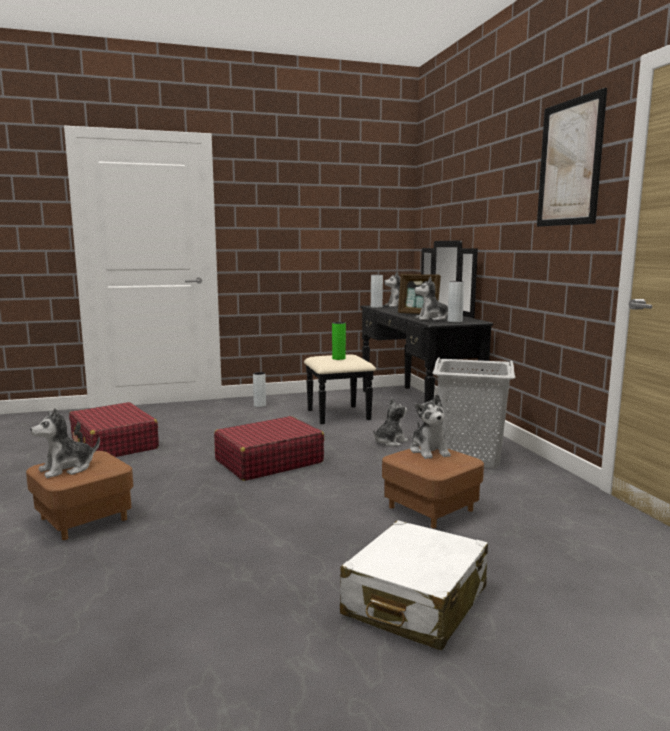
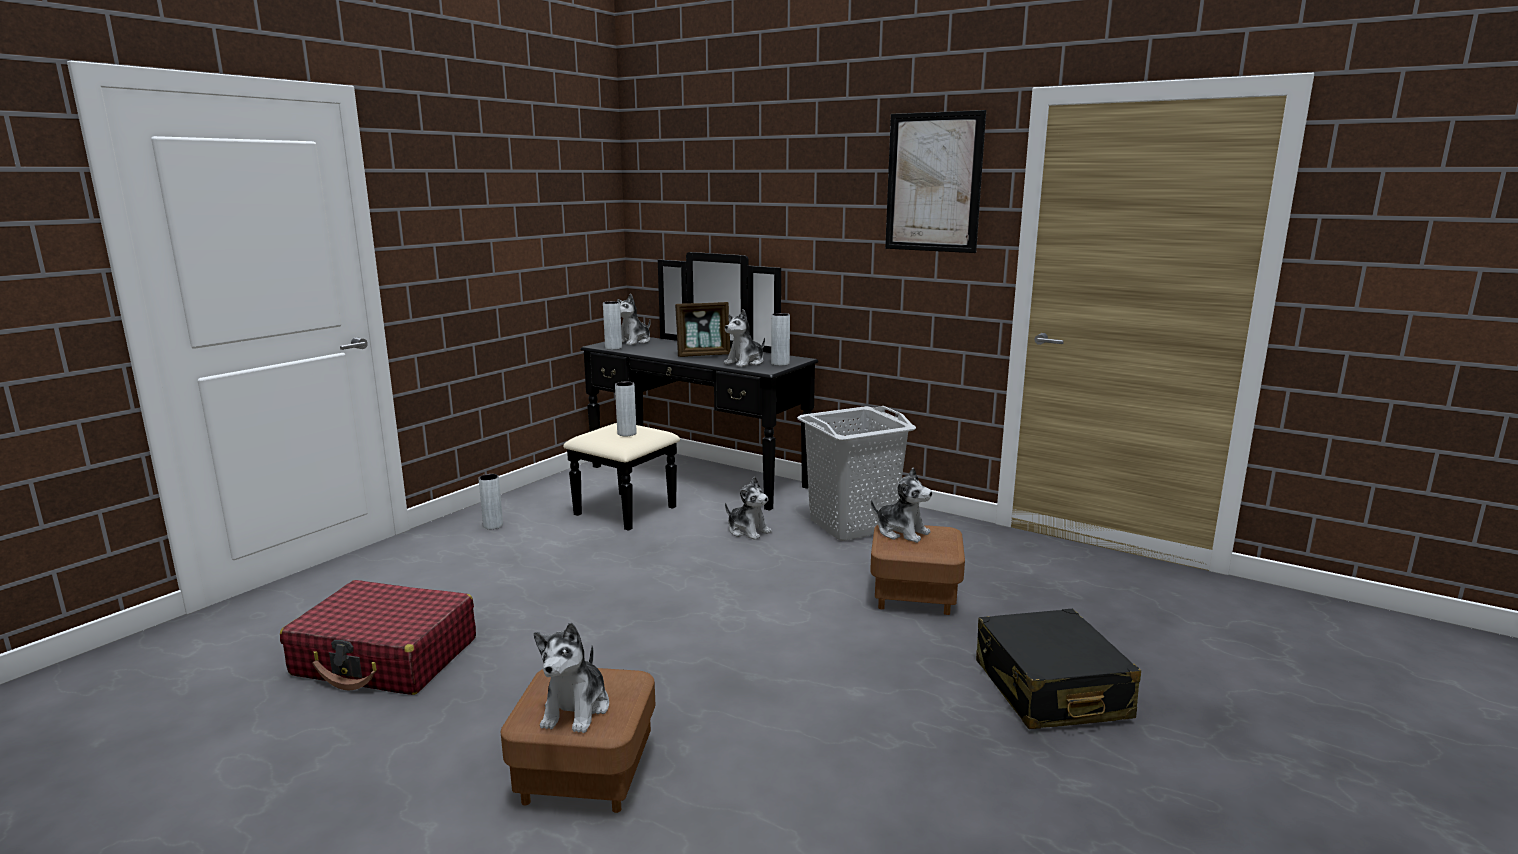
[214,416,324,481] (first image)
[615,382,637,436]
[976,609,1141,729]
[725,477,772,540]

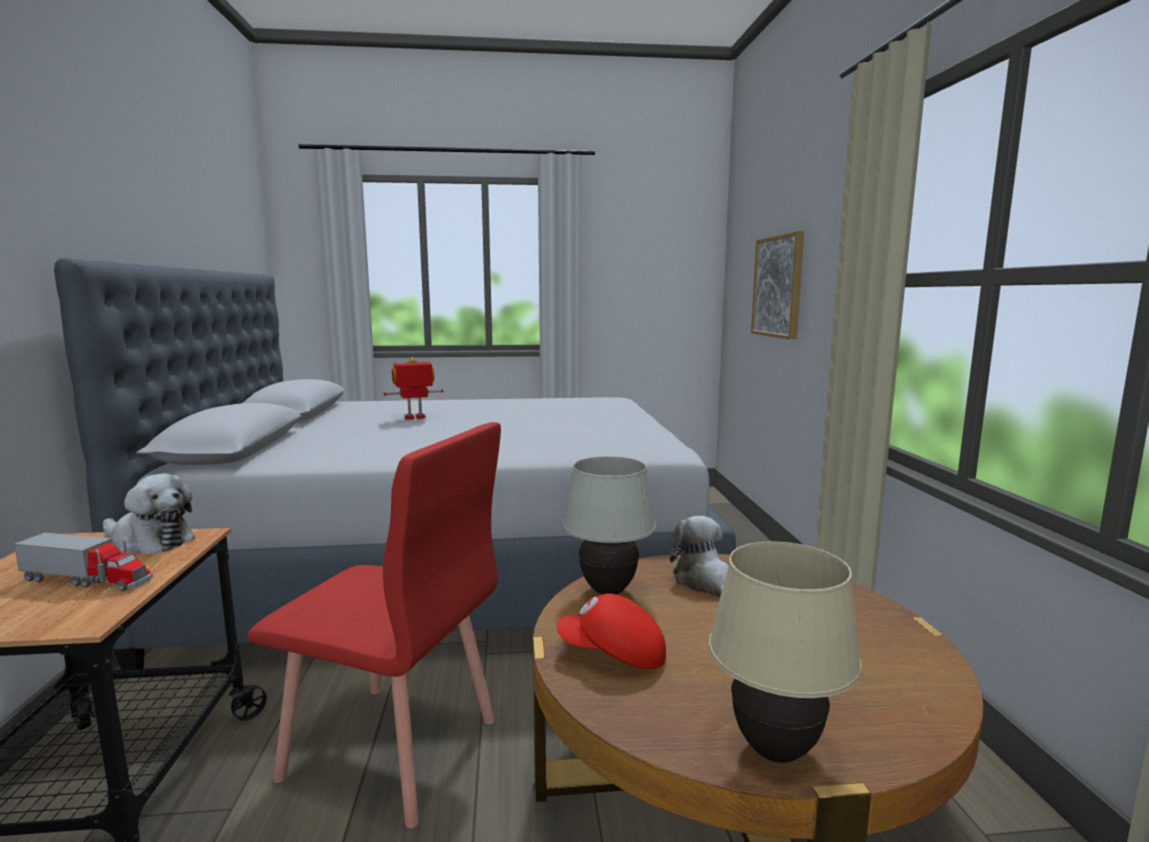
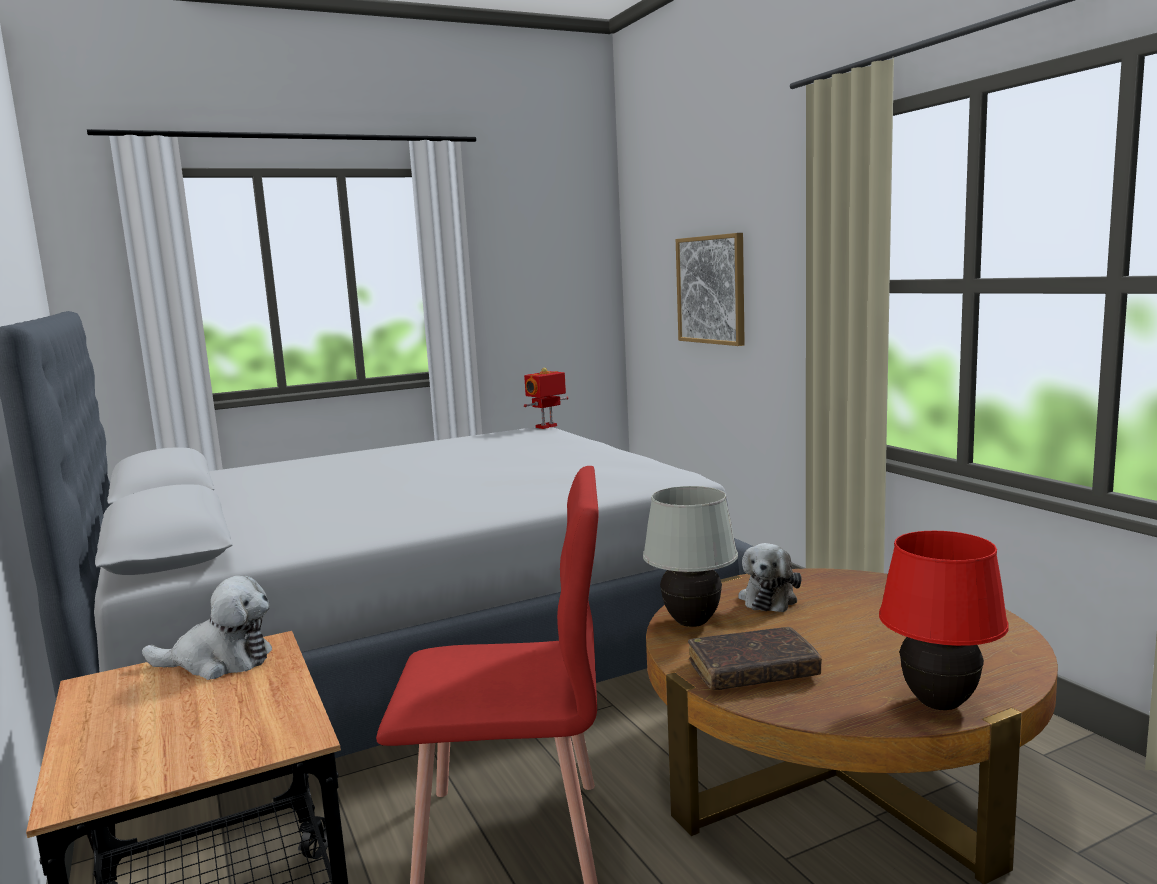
[14,533,153,591] (first image)
[524,367,568,429]
[688,627,822,690]
[879,531,1009,710]
[738,543,802,612]

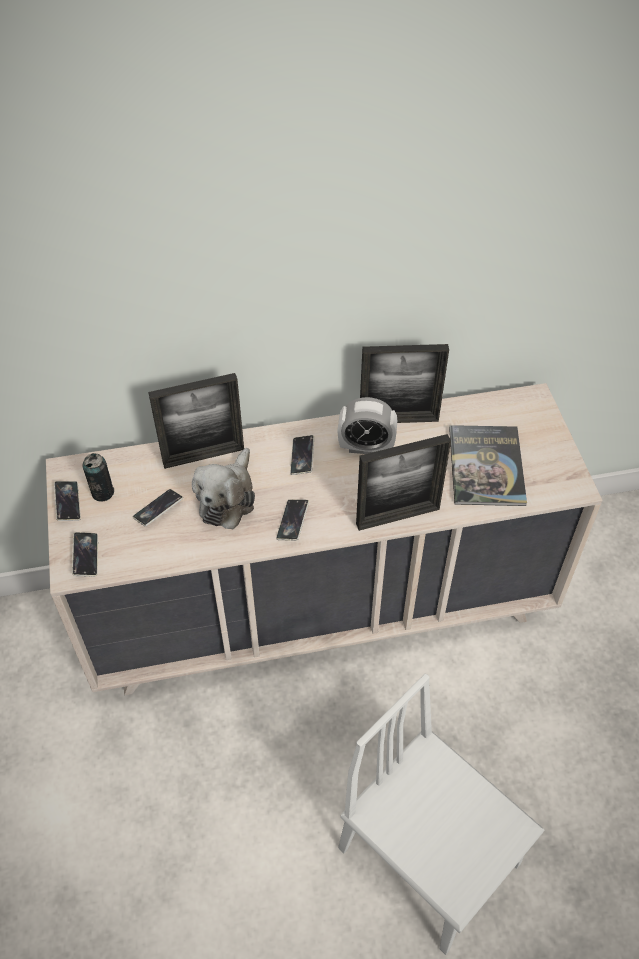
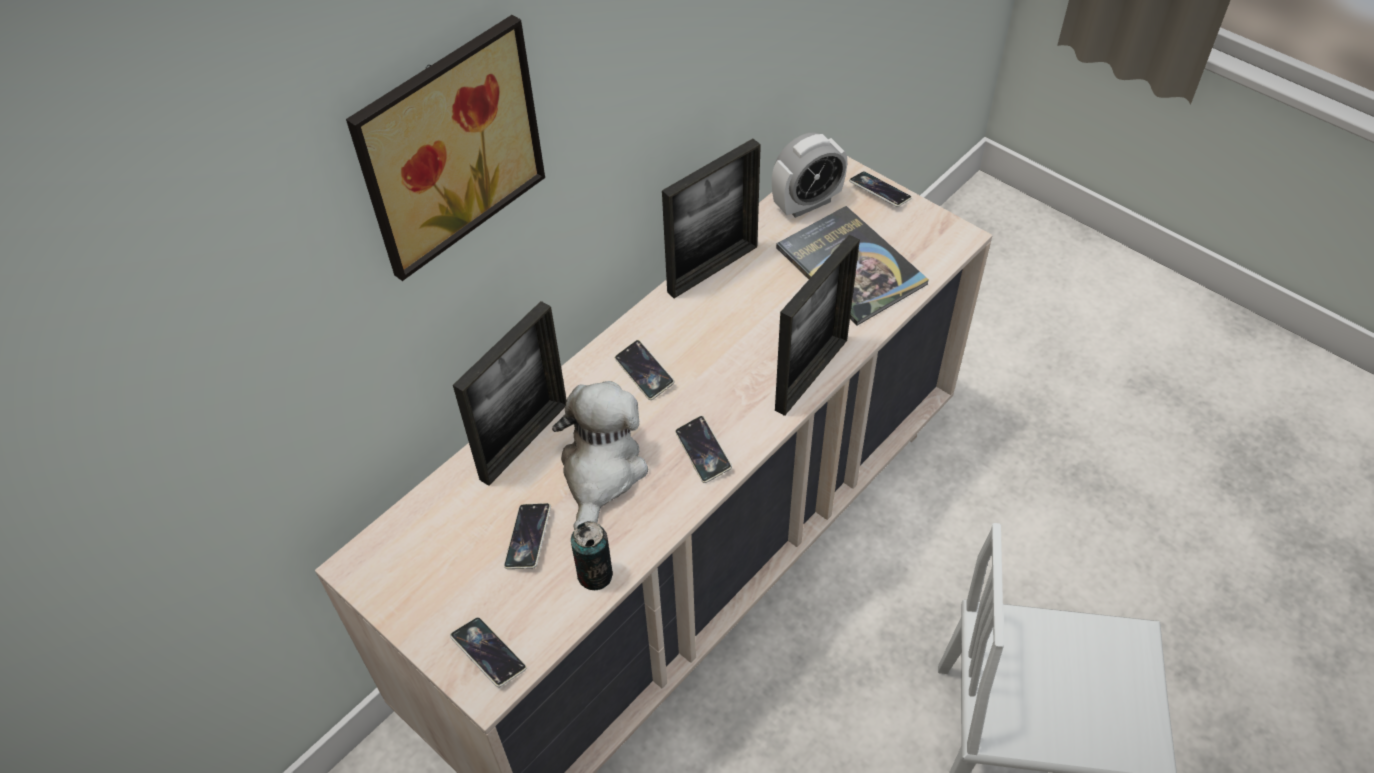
[346,15,545,281]
[849,171,912,207]
[571,521,613,590]
[772,133,847,218]
[552,381,648,530]

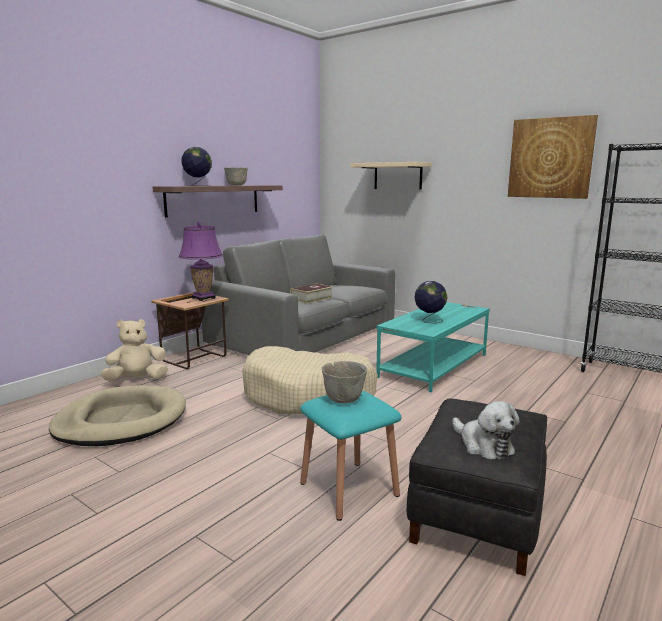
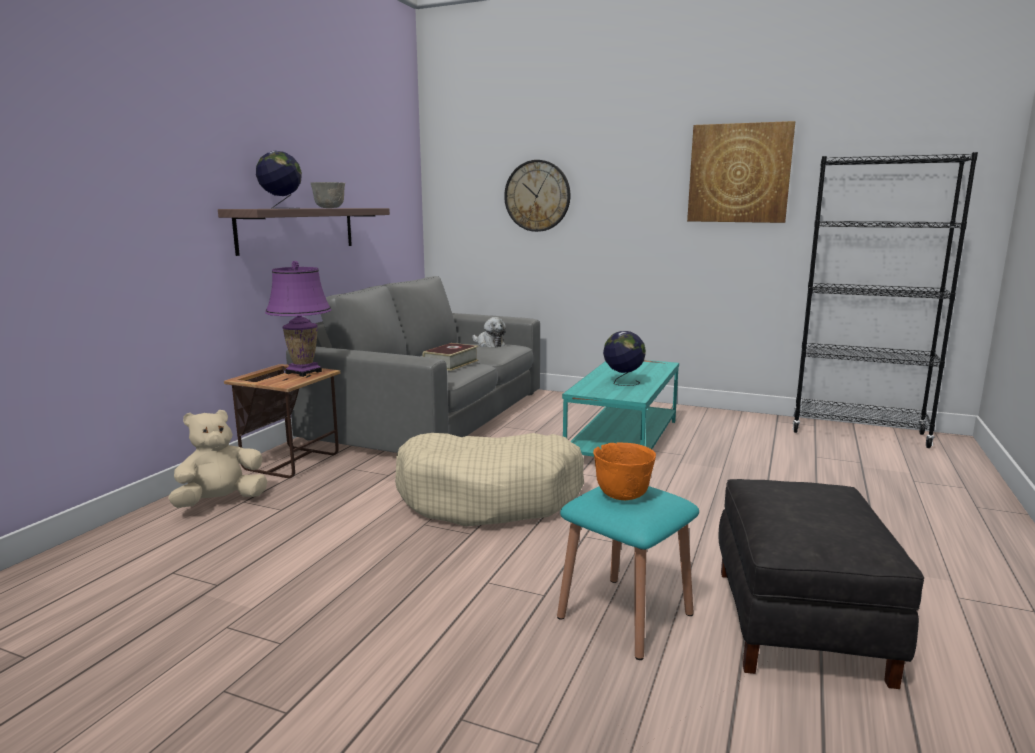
[49,385,186,446] (first image)
[472,317,506,347]
[504,160,570,232]
[593,442,656,500]

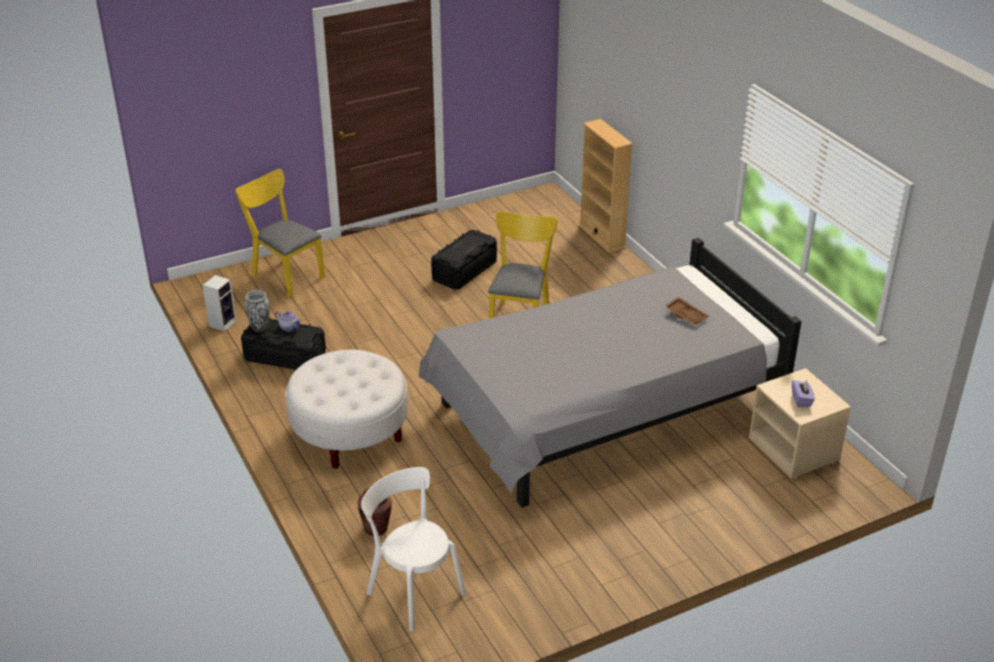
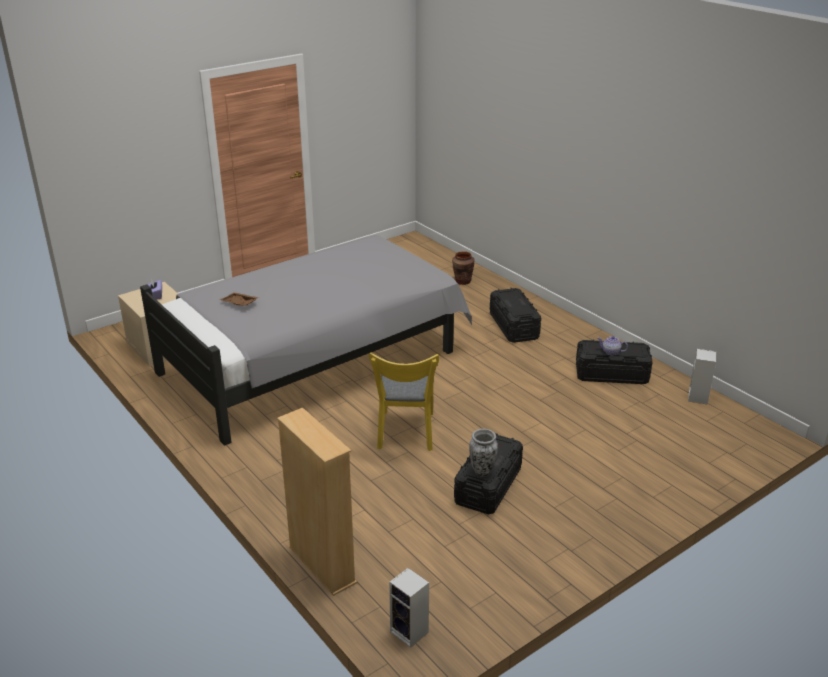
[236,169,326,297] (first image)
[361,467,466,631] (first image)
[389,568,429,648]
[469,429,498,477]
[490,288,541,343]

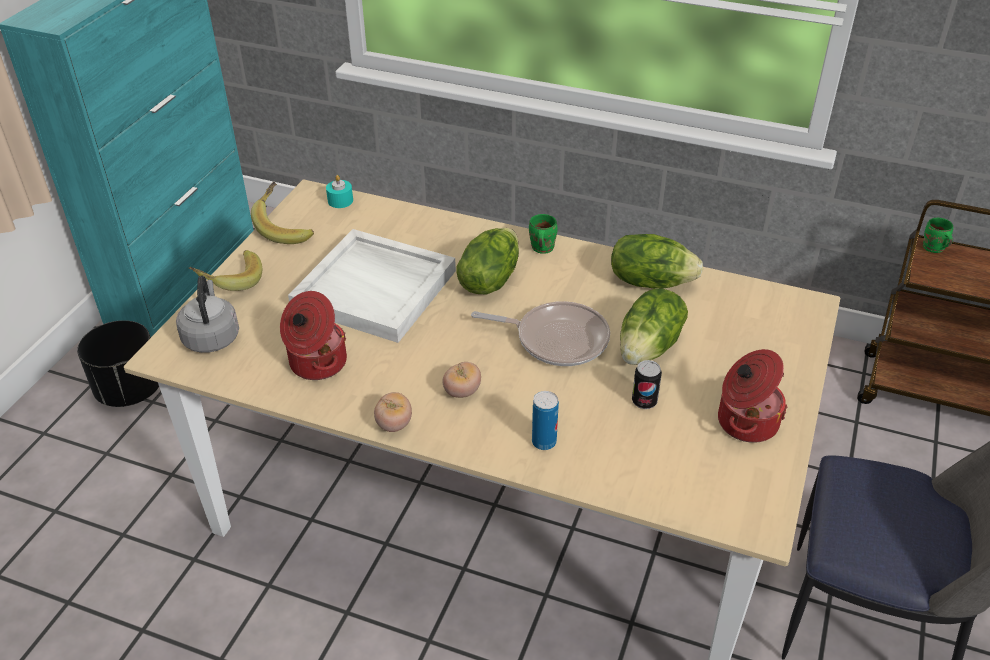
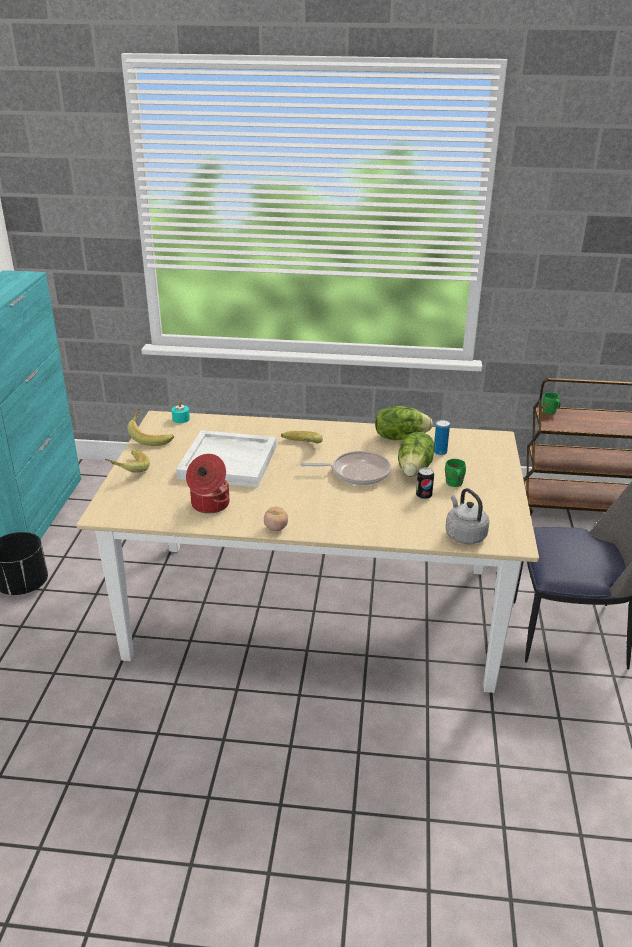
[442,362,481,398] (first image)
[718,349,788,443] (first image)
[445,488,490,544]
[445,459,466,487]
[434,420,450,455]
[281,431,323,443]

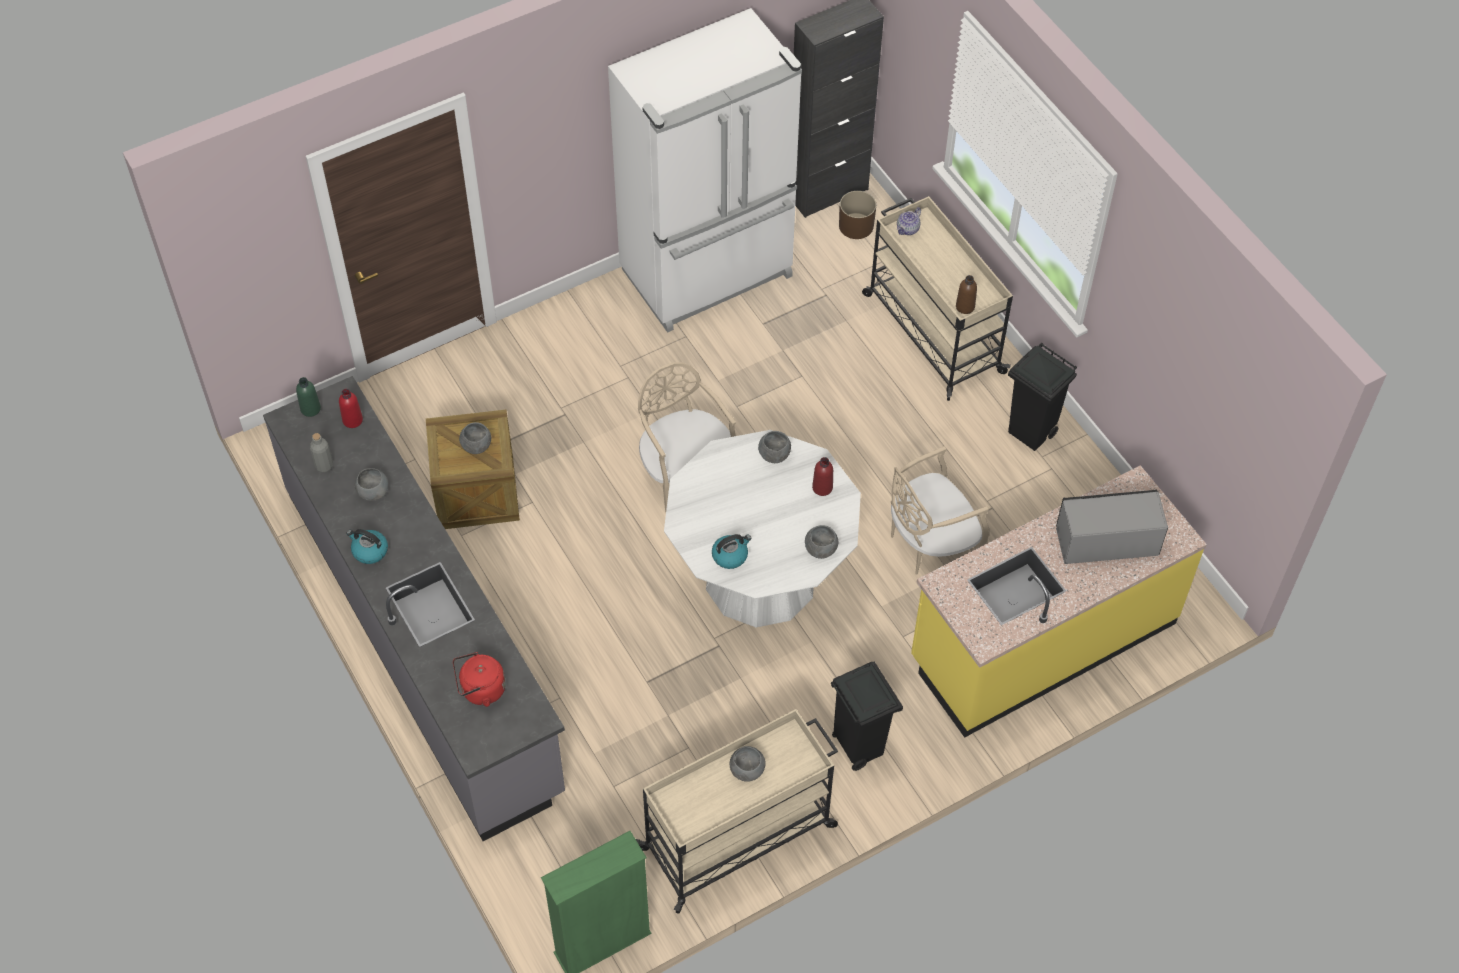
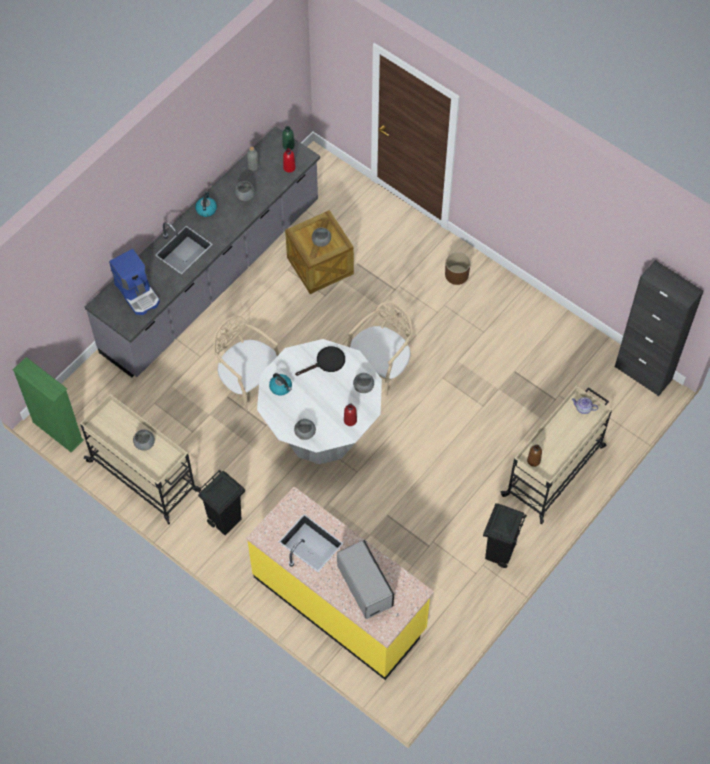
[608,8,802,333] (first image)
[295,346,345,376]
[445,252,471,285]
[214,316,280,411]
[109,249,160,315]

